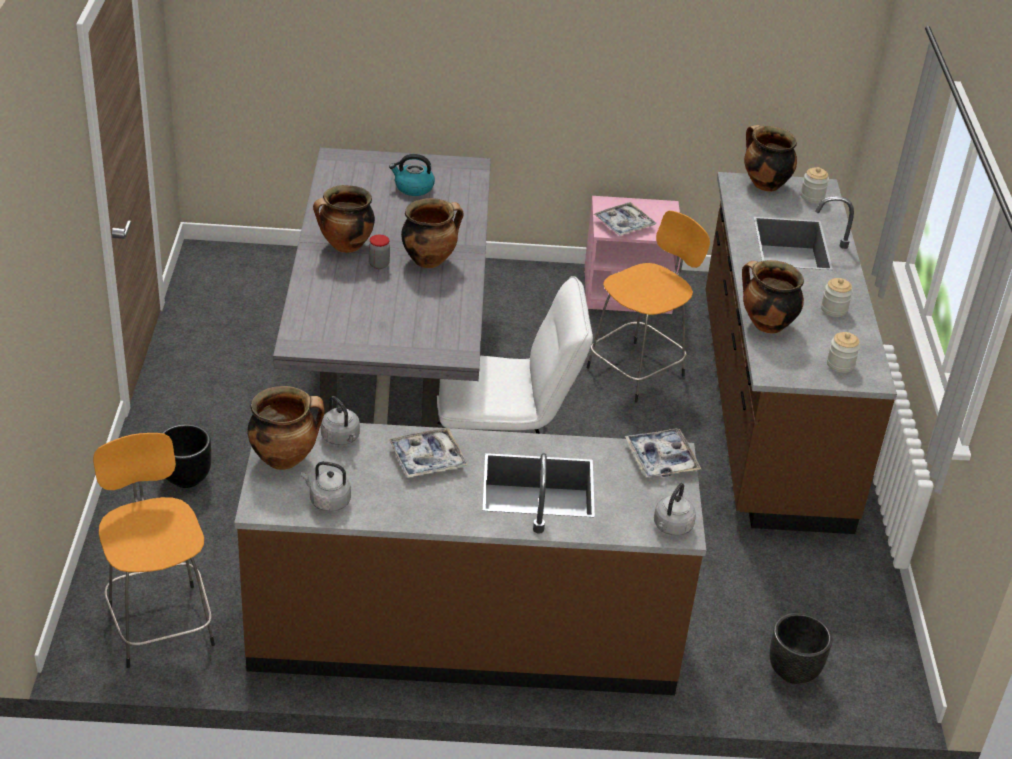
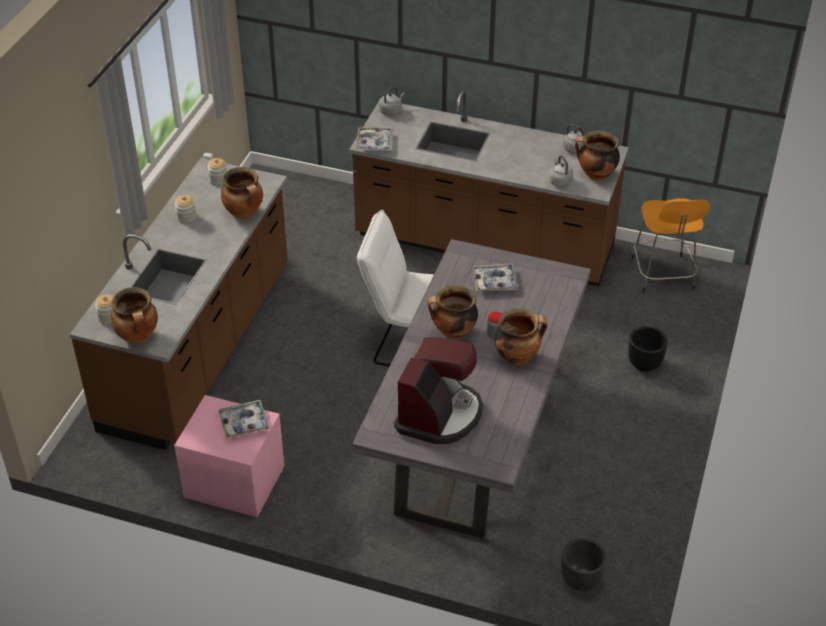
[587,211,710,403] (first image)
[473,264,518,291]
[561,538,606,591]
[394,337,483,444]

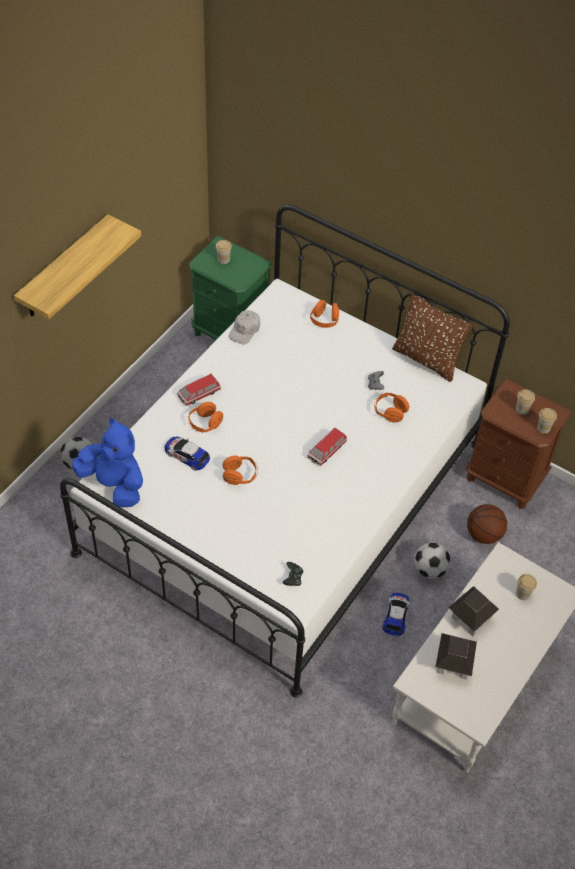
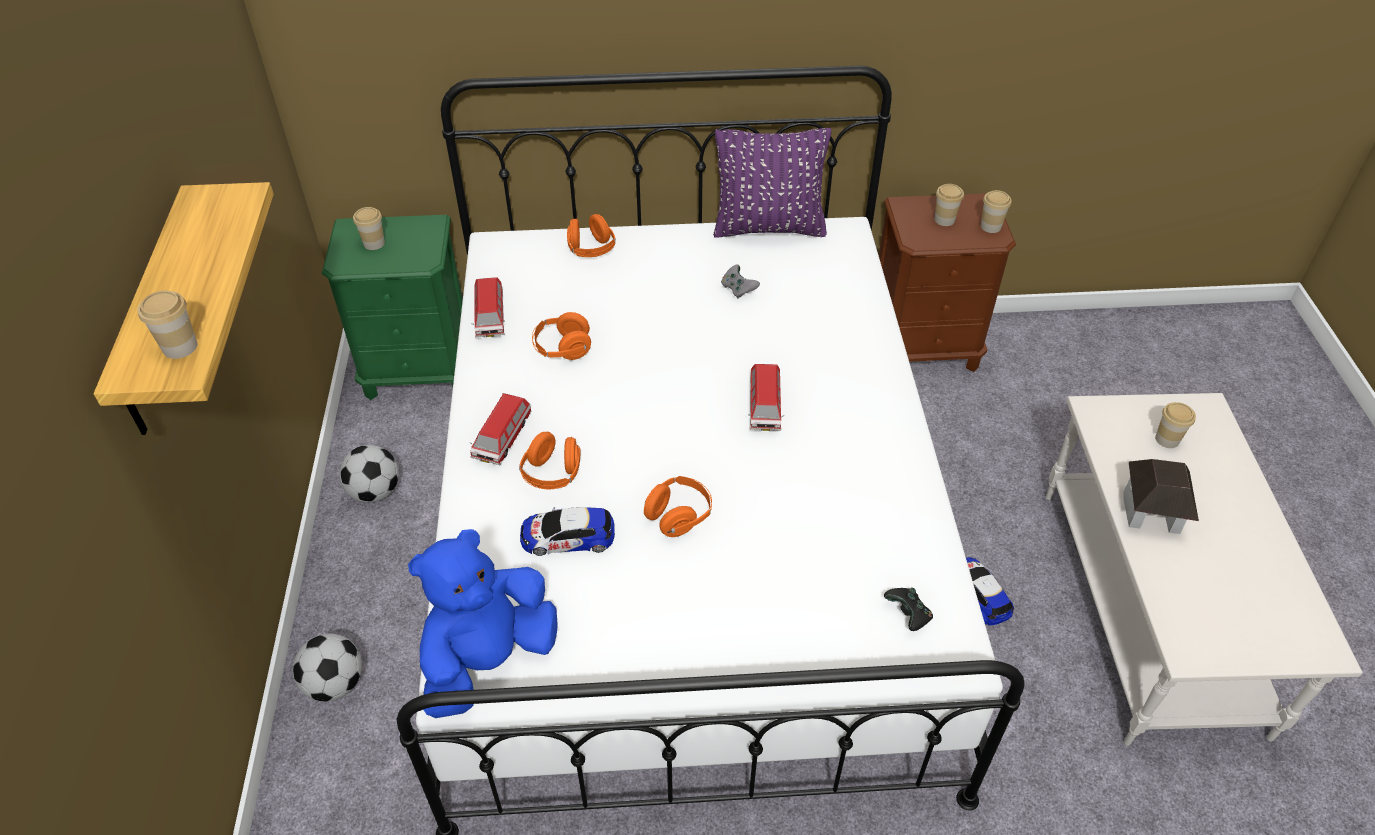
[436,633,477,680] (first image)
[467,504,507,544] (first image)
[137,290,198,359]
[532,312,591,360]
[340,445,399,503]
[471,277,505,337]
[713,128,831,237]
[408,529,558,718]

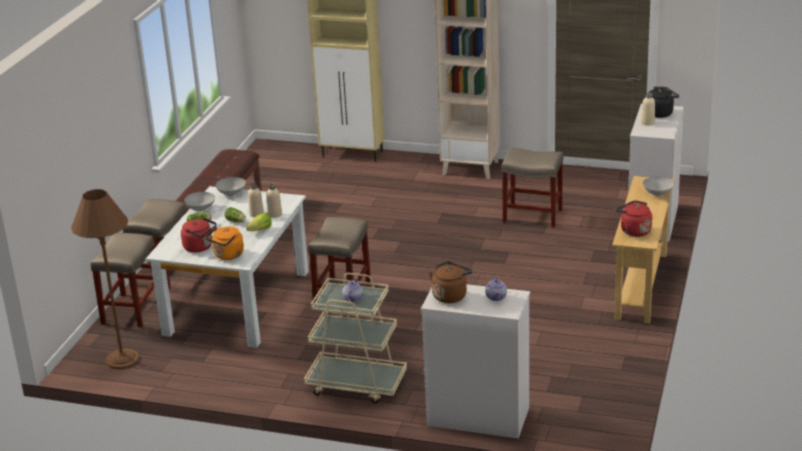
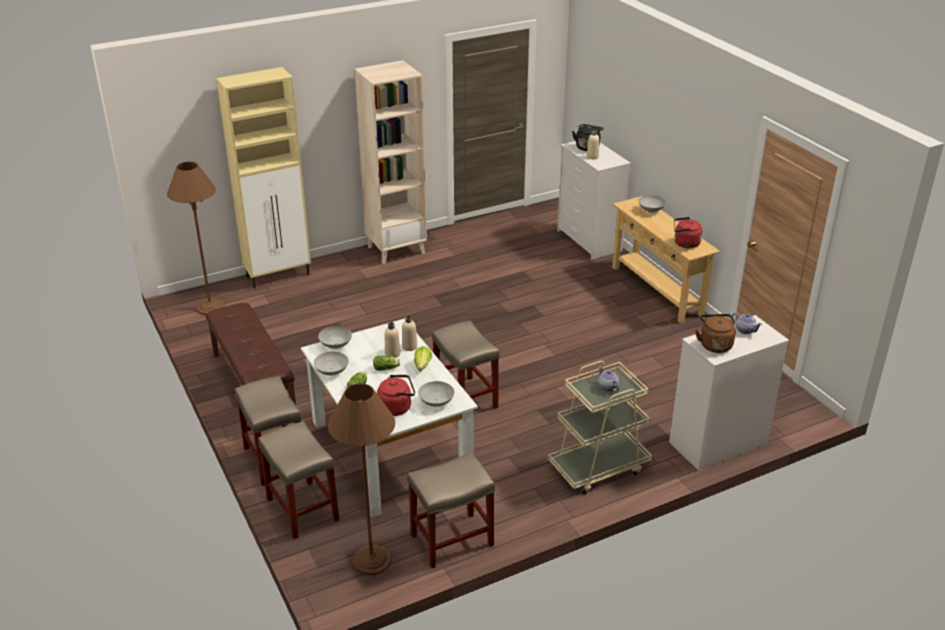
[167,162,225,315]
[407,452,495,568]
[418,381,454,407]

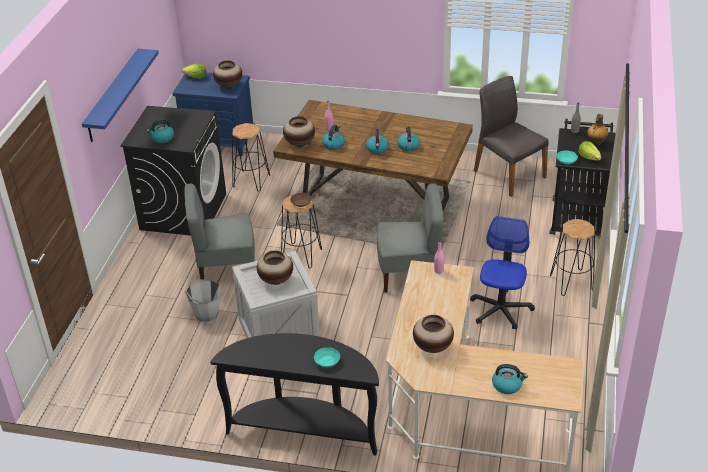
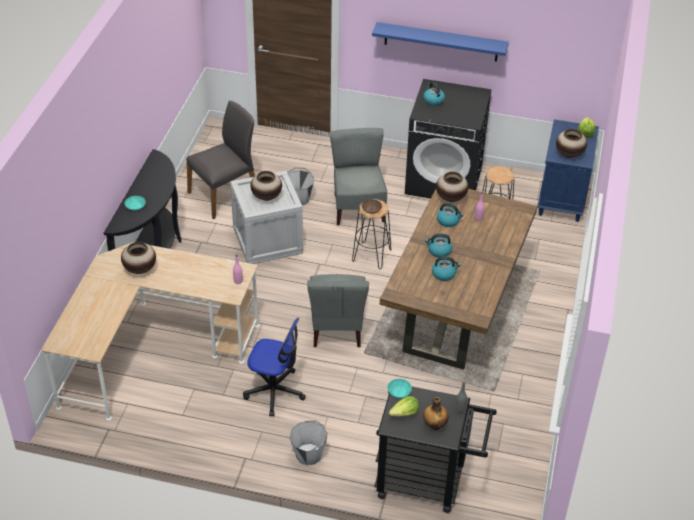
[492,364,528,394] (first image)
[186,101,255,219]
[290,420,328,466]

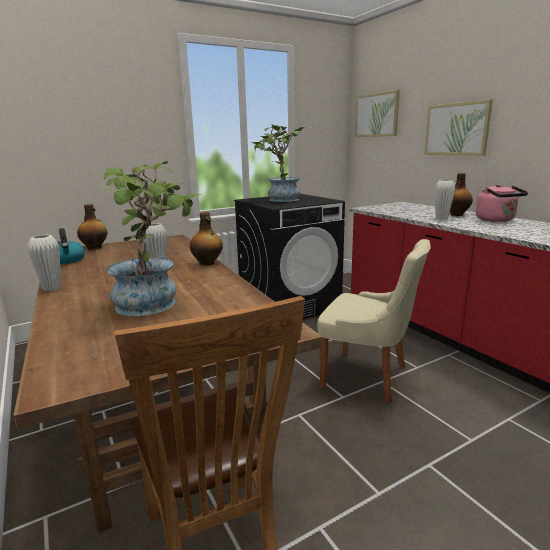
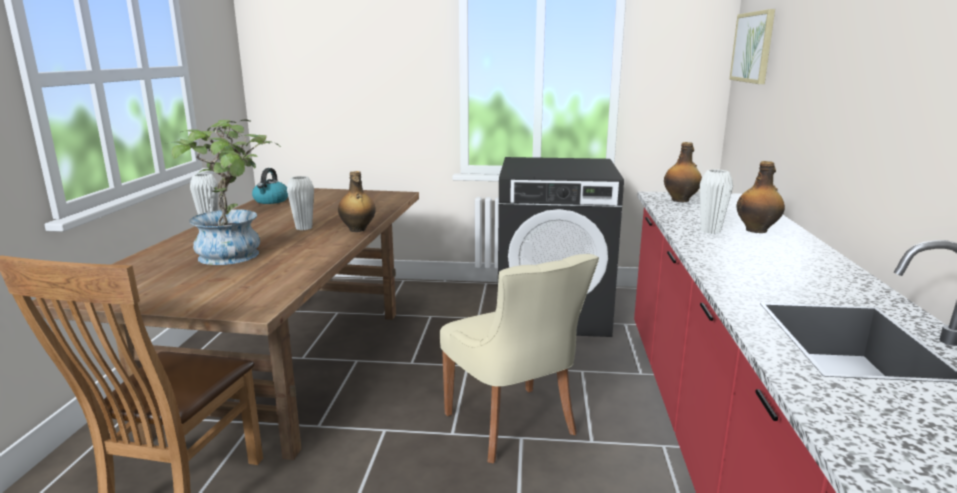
[251,124,305,202] (first image)
[424,99,493,156] (first image)
[476,184,528,222] (first image)
[664,142,702,202]

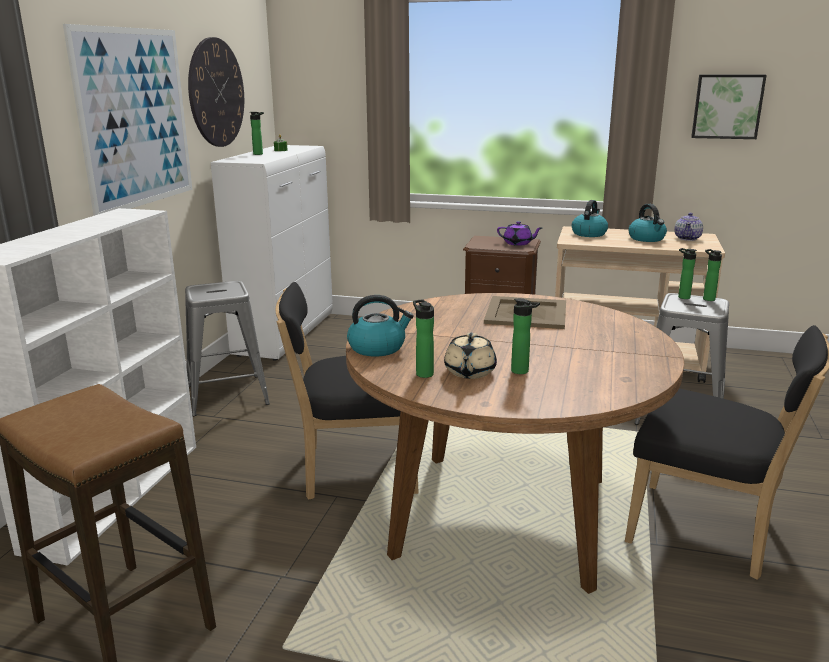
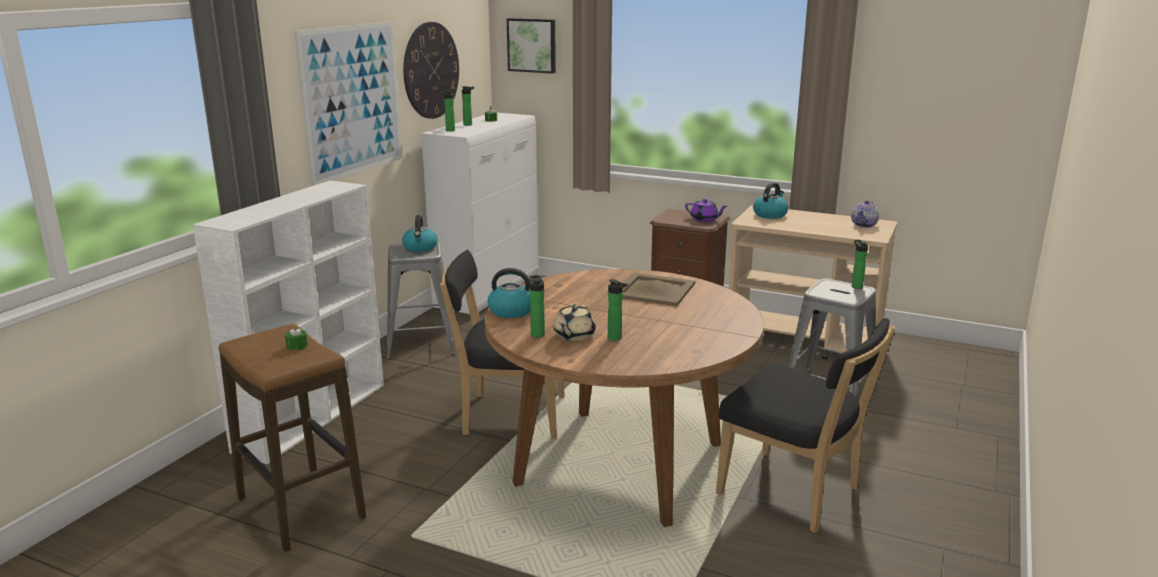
[285,323,308,350]
[402,215,438,252]
[442,91,455,131]
[507,18,556,74]

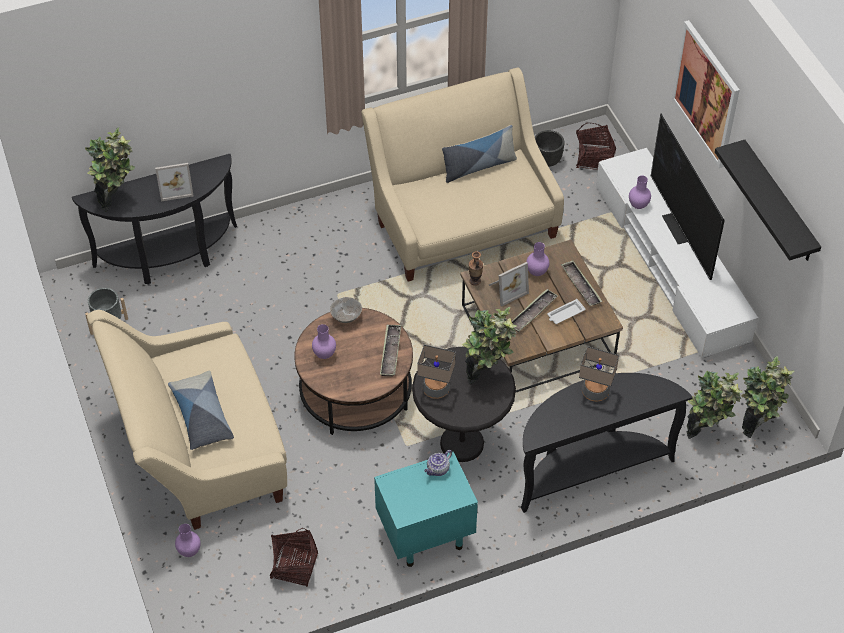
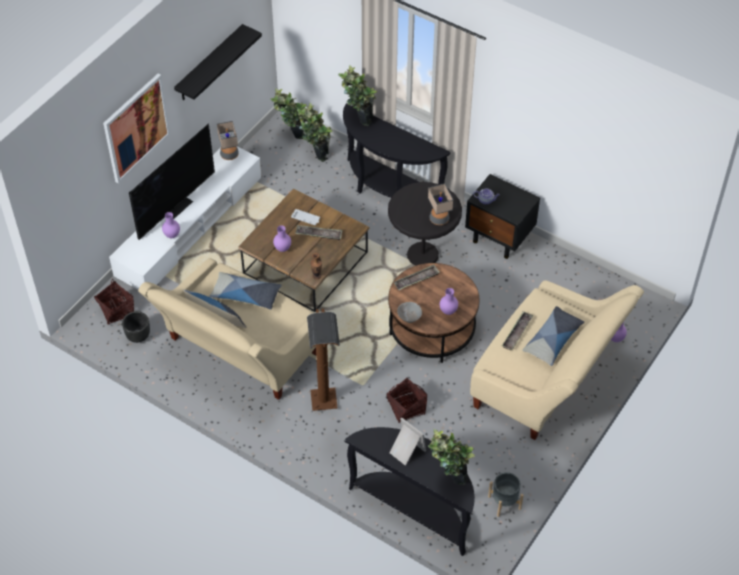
[489,262,529,307] (first image)
[209,272,282,310]
[307,308,340,411]
[386,377,427,423]
[338,65,377,126]
[502,311,534,351]
[217,121,239,160]
[465,174,540,259]

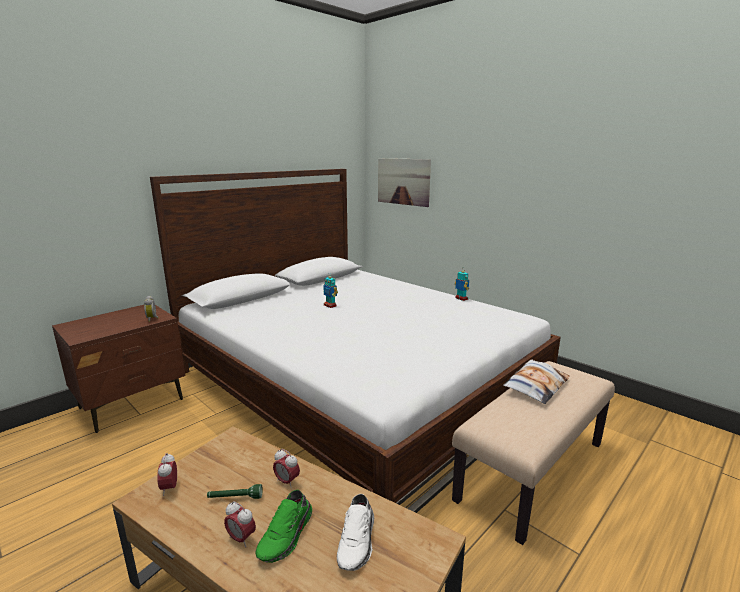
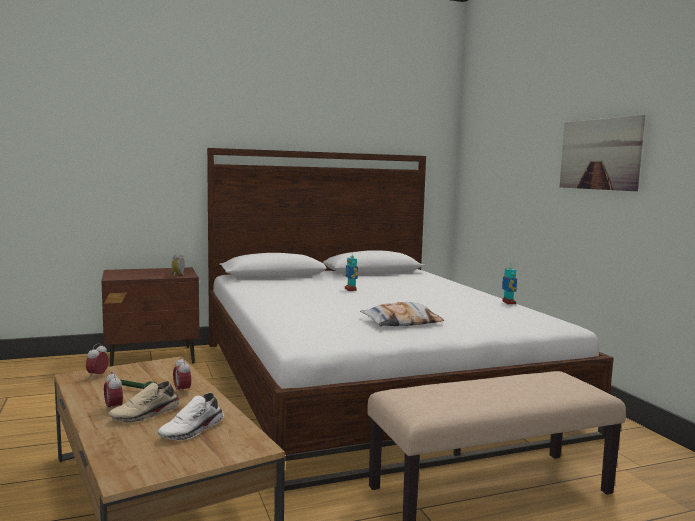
[560,115,645,191]
[360,302,444,326]
[108,381,181,423]

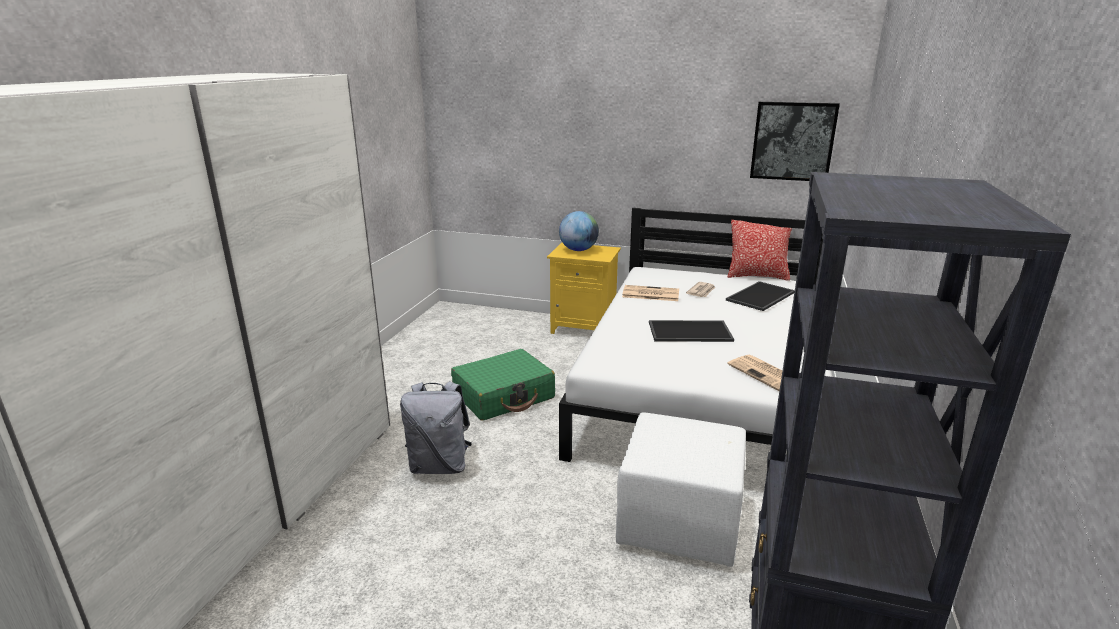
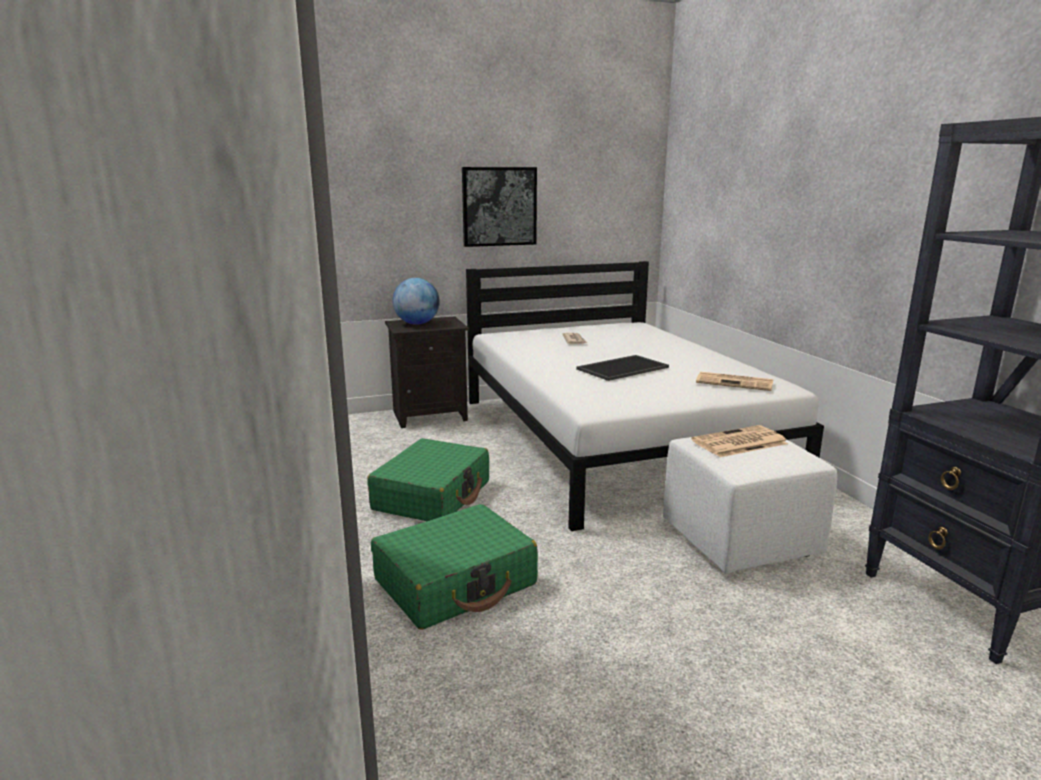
[726,281,795,311] (first image)
[727,220,792,281] (first image)
[691,425,788,457]
[462,167,537,247]
[371,504,538,630]
[385,317,469,428]

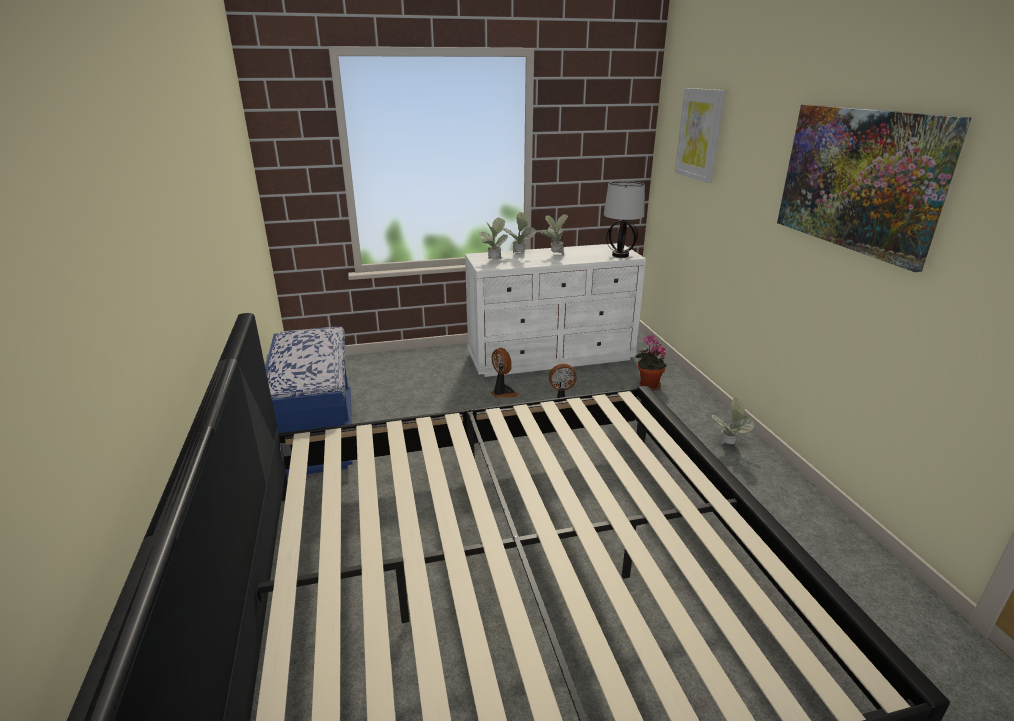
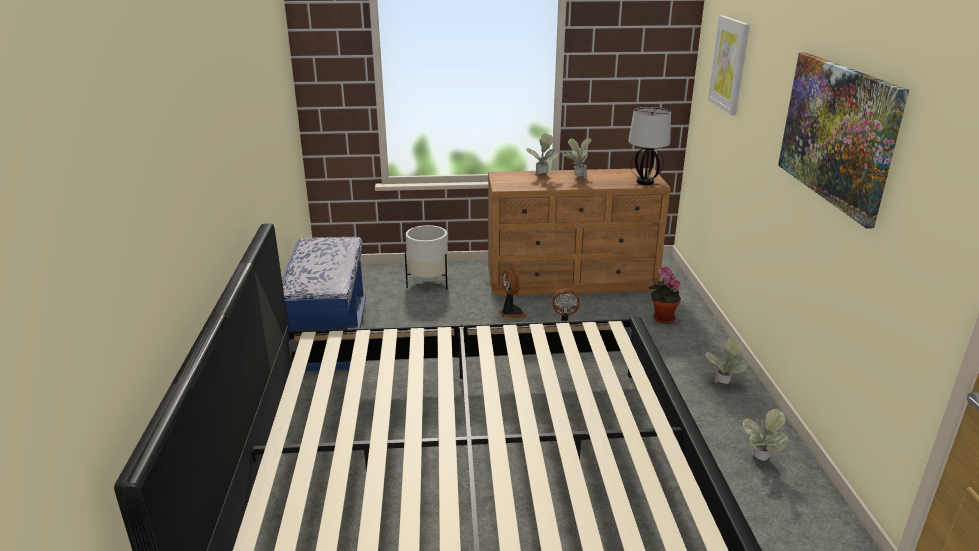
[405,225,448,289]
[743,409,788,461]
[488,168,671,296]

